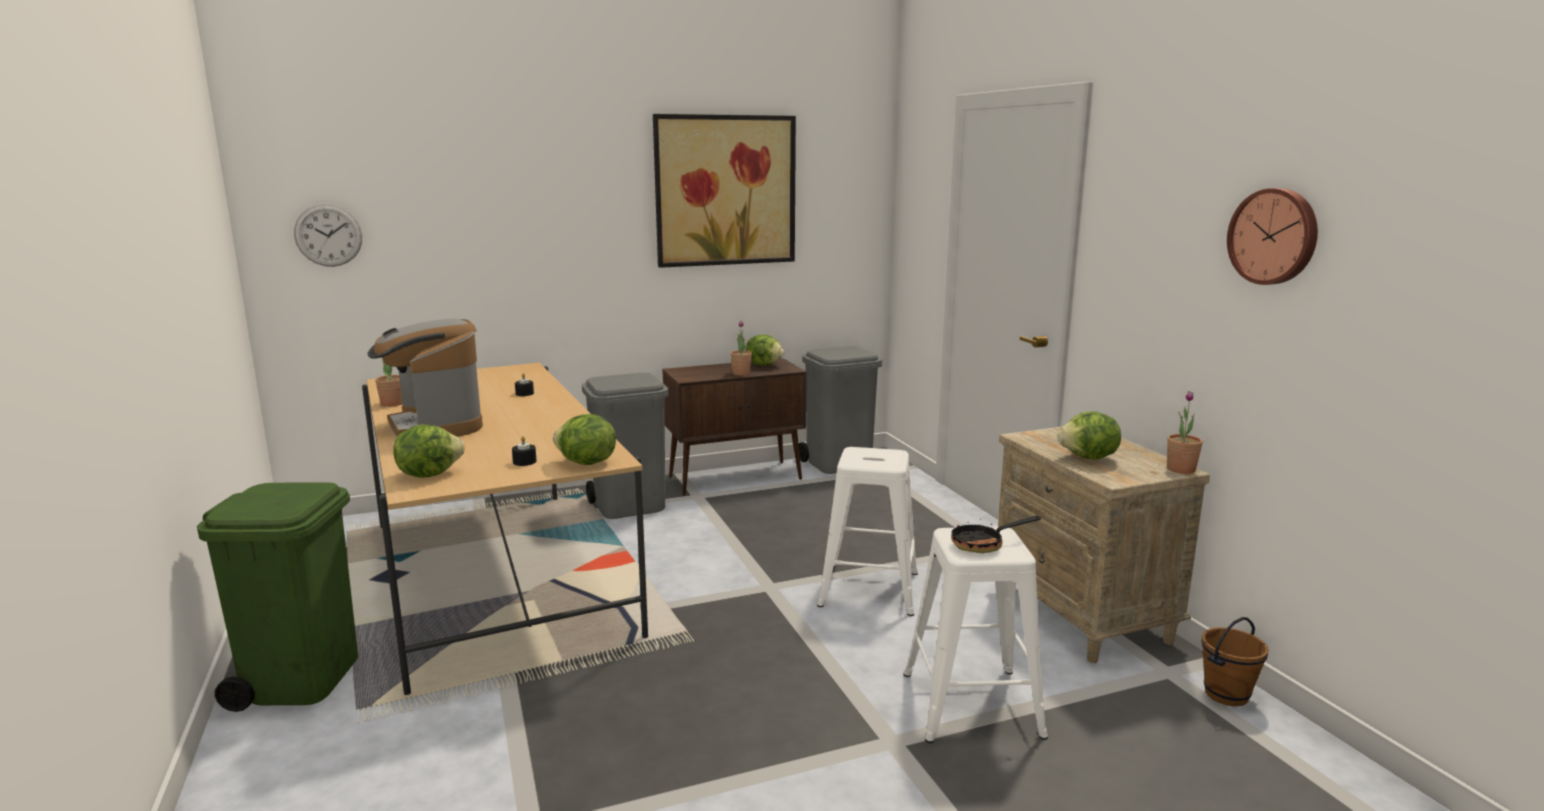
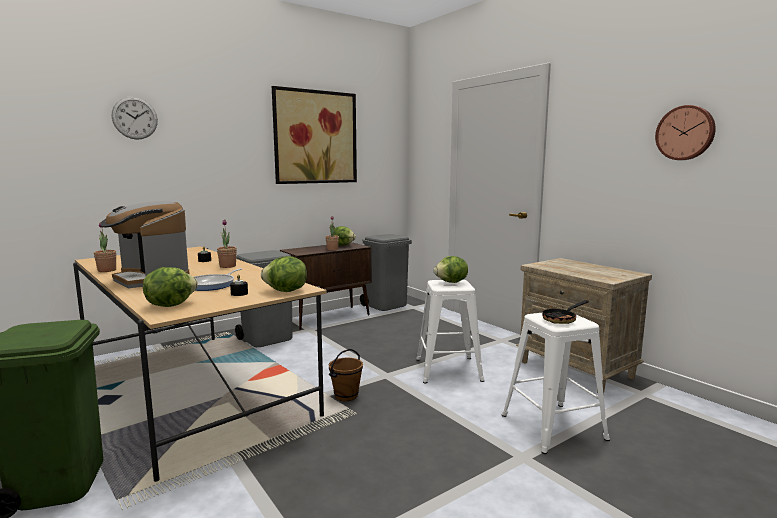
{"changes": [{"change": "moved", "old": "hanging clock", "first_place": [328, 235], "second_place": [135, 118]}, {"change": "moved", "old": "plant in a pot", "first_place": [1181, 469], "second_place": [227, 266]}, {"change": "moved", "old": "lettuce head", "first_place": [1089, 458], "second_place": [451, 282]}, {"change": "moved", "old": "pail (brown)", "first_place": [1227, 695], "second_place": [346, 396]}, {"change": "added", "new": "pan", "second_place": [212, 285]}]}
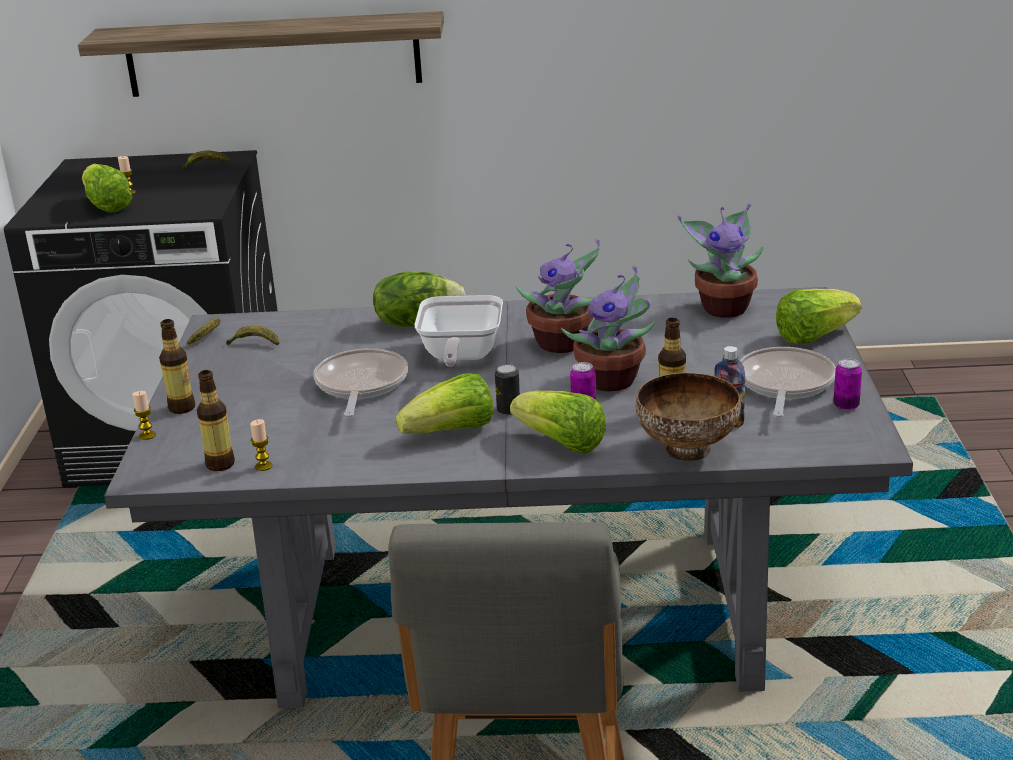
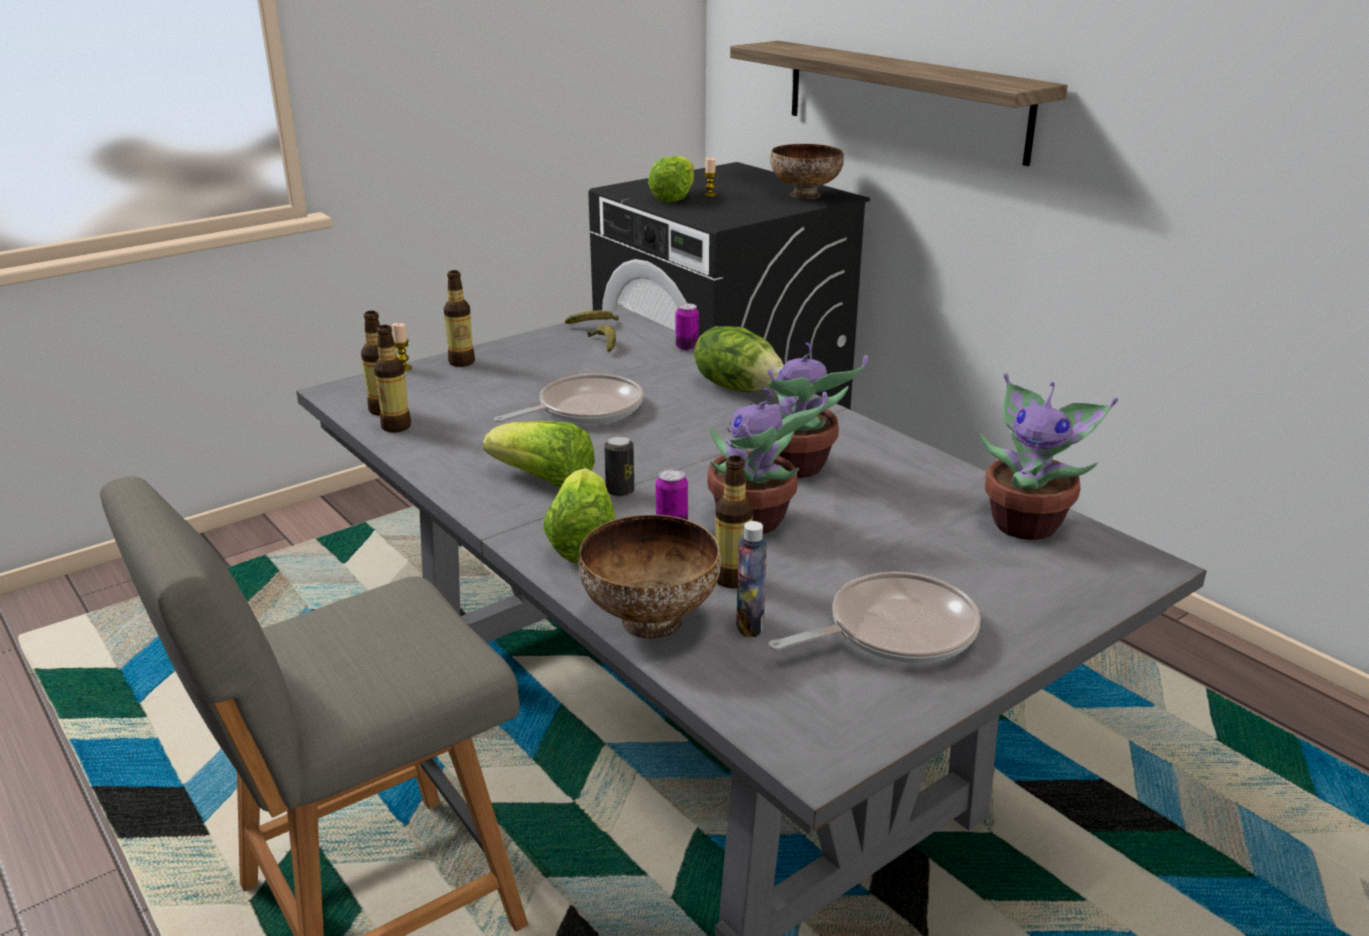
{"changes": [{"change": "replaced", "old": "whole banana", "new": "bowl", "first_place": [205, 166], "second_place": [804, 195]}, {"change": "removed", "old": "lettuce head", "first_place": [813, 336]}, {"change": "removed", "old": "pan", "first_place": [460, 357]}, {"change": "moved", "old": "metal can", "first_place": [846, 406], "second_place": [687, 347]}, {"change": "replaced", "old": "wax candle", "new": "bottle", "first_place": [263, 466], "second_place": [396, 426]}]}
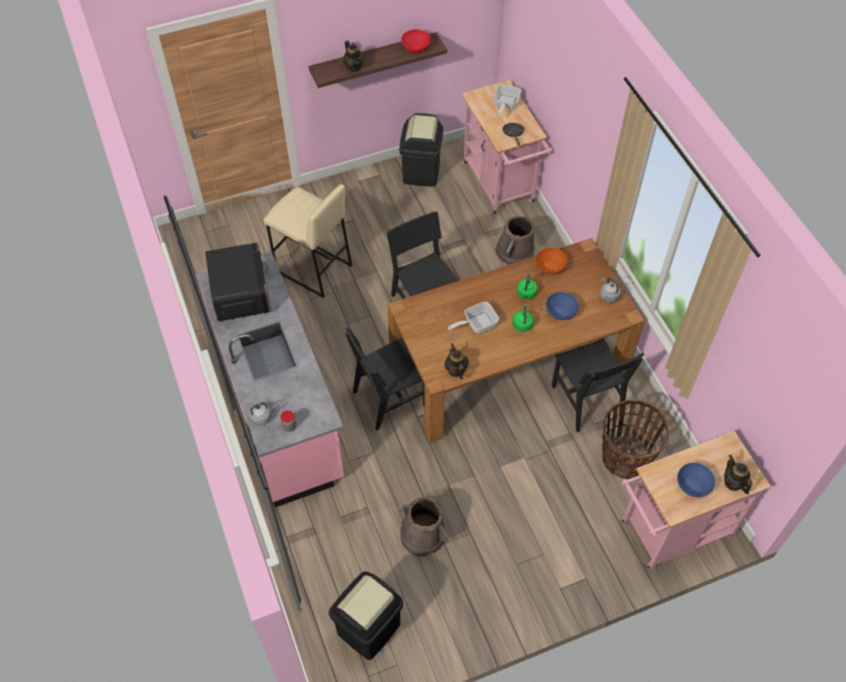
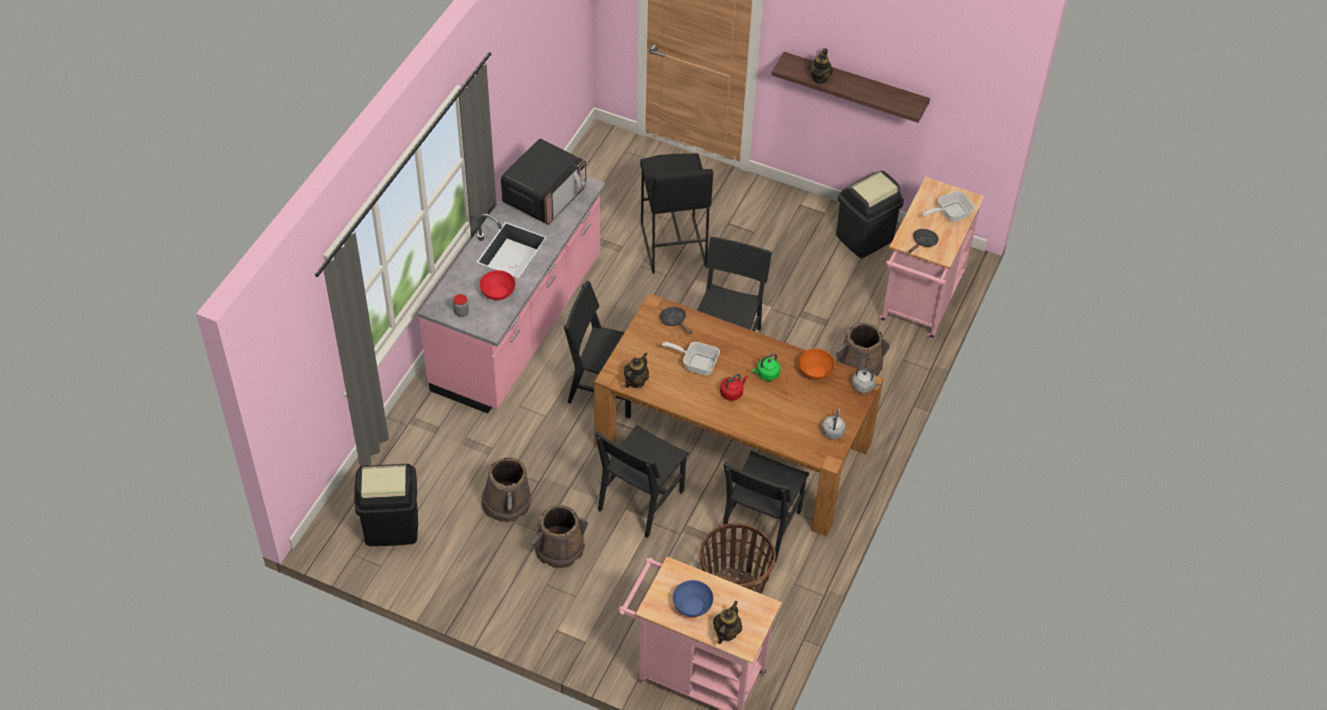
{"changes": [{"change": "moved", "old": "bowl (reddish)", "first_place": [415, 48], "second_place": [498, 292]}, {"change": "recoloured", "old": "sitting stool (beige)", "new": "sitting stool (blackish)", "first_place": [313, 269], "second_place": [672, 245]}, {"change": "removed", "old": "bowl (blue-coloured)", "first_place": [561, 312]}, {"change": "recoloured", "old": "kettle (greenish)", "new": "kettle (reddish)", "first_place": [522, 324], "second_place": [732, 393]}, {"change": "moved", "old": "kettle (greyish)", "first_place": [262, 417], "second_place": [864, 386]}, {"change": "added", "new": "pan (blackish)", "second_place": [674, 321]}, {"change": "added", "new": "upright chair (blackish)", "second_place": [641, 500]}, {"change": "added", "new": "pail (brown)", "second_place": [559, 548]}]}
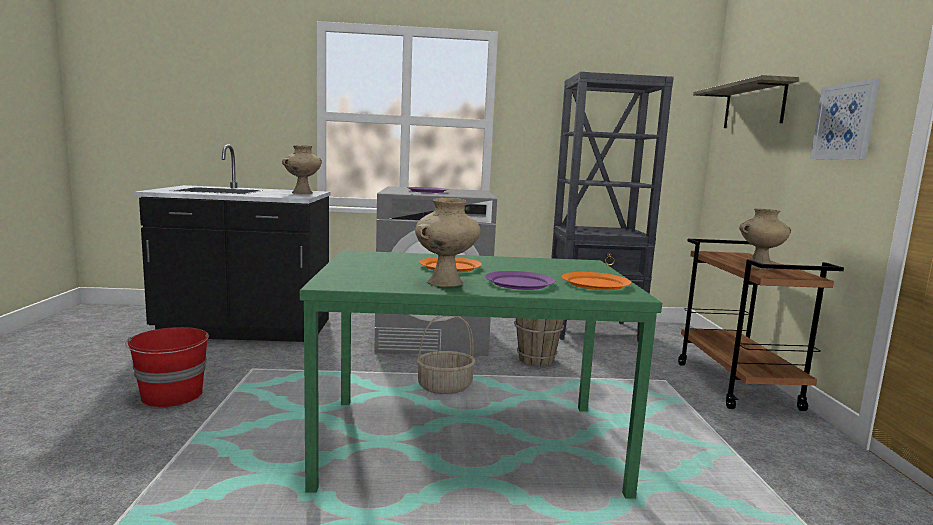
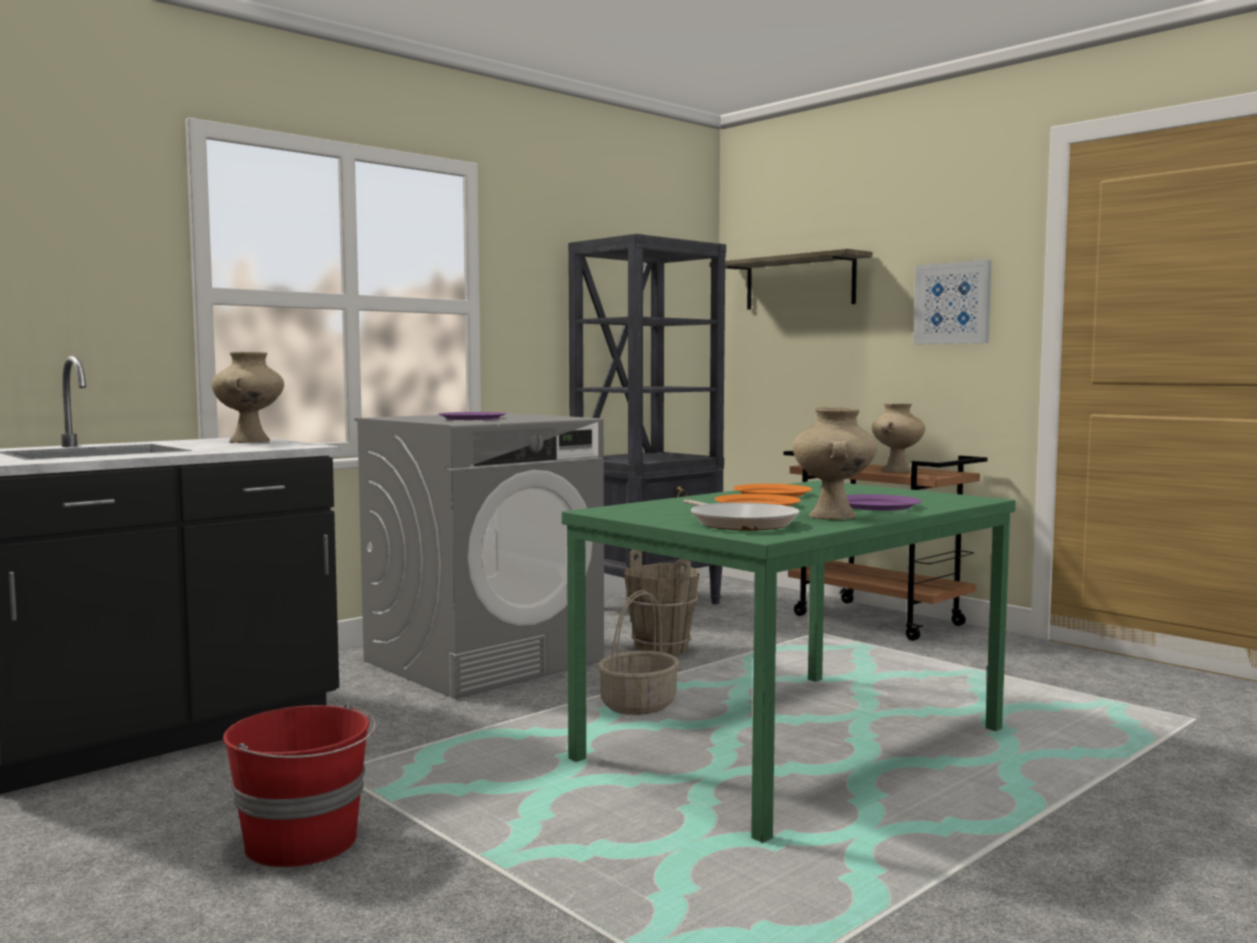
{"changes": [{"change": "moved", "old": "plate (orange)", "first_place": [596, 284], "second_place": [772, 494]}, {"change": "added", "new": "pan", "second_place": [740, 523]}]}
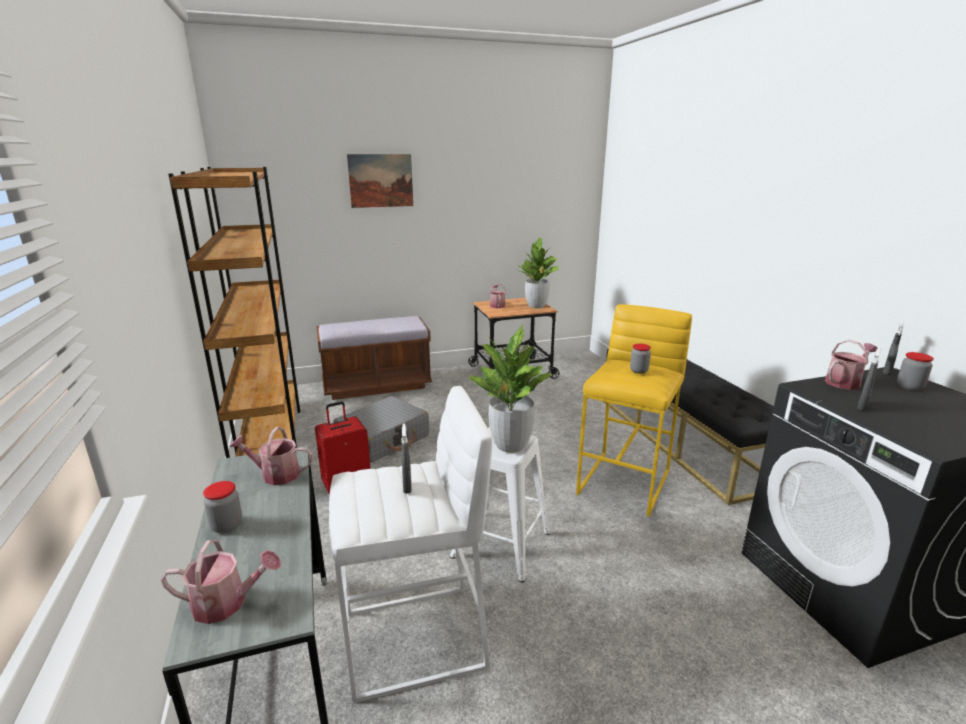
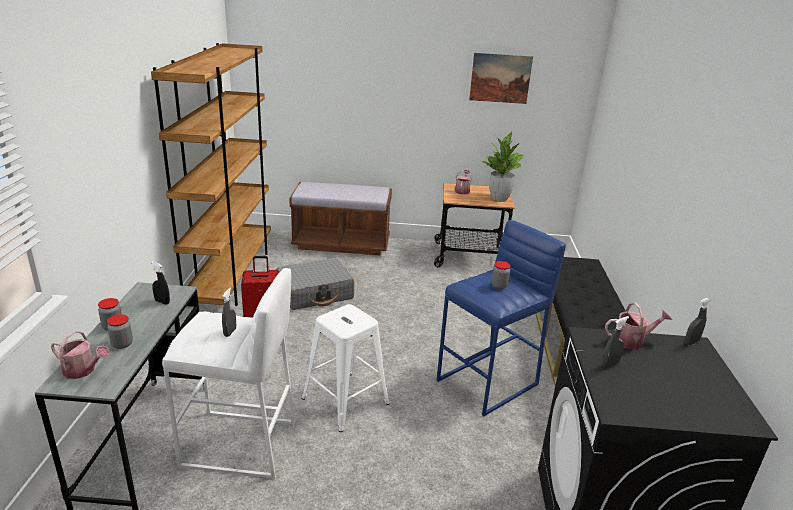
{"changes": [{"change": "moved", "old": "picture", "first_place": [381, 180], "second_place": [500, 78]}, {"change": "recoloured", "old": "sitting stool (yellow)", "new": "sitting stool (blue-coloured)", "first_place": [625, 482], "second_place": [489, 382]}, {"change": "removed", "old": "plant in a pot", "first_place": [510, 445]}, {"change": "moved", "old": "preserve jar", "first_place": [909, 387], "second_place": [122, 344]}, {"change": "replaced", "old": "watering pot", "new": "hand sprayer (blackish)", "first_place": [276, 474], "second_place": [162, 302]}]}
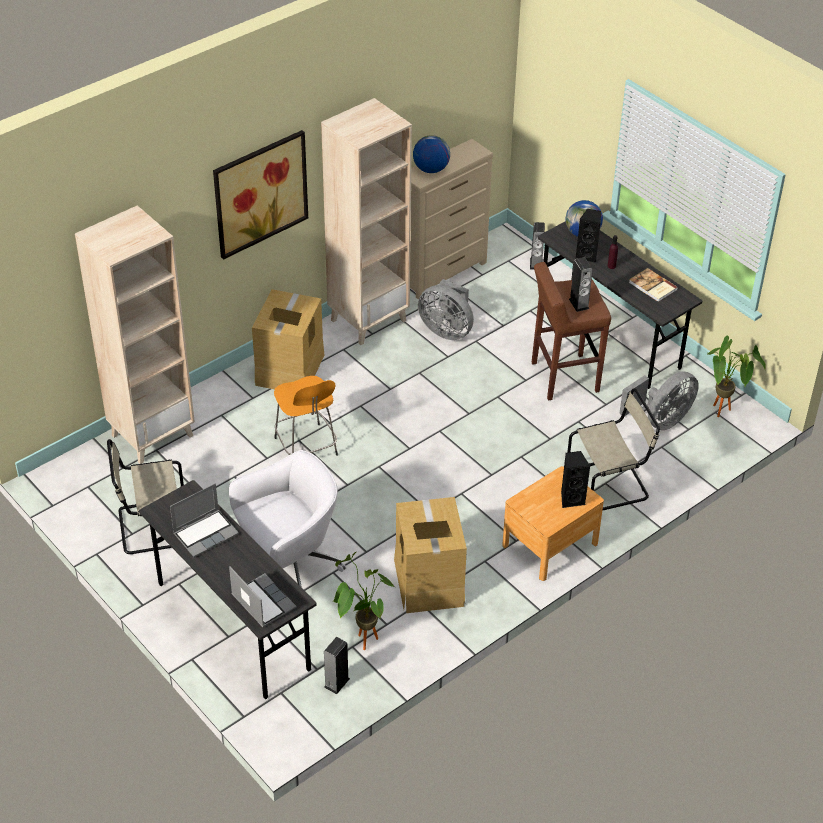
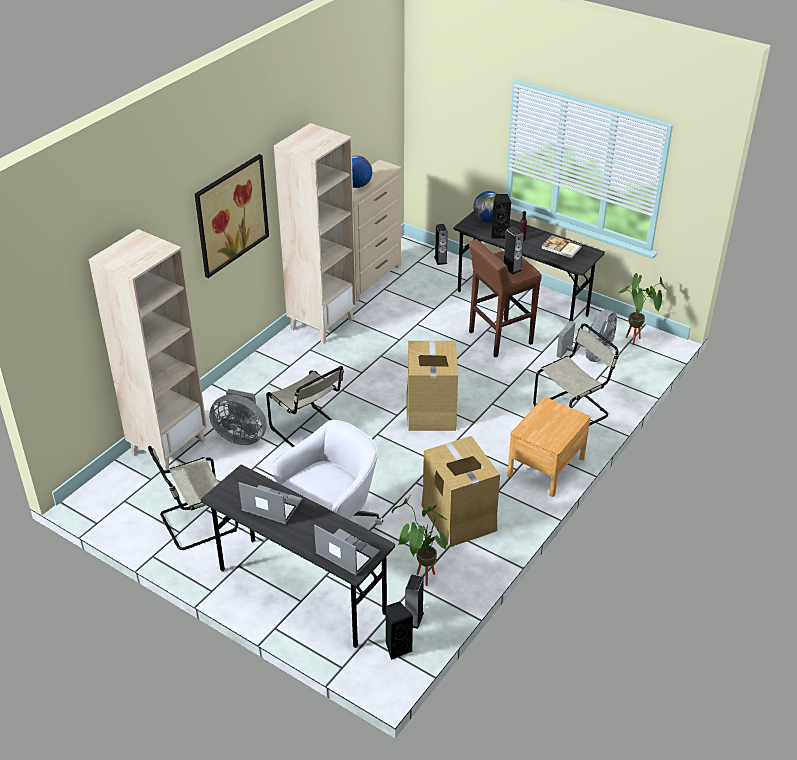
{"changes": [{"change": "moved", "old": "cooling fan (greyish)", "first_place": [447, 330], "second_place": [241, 436]}, {"change": "moved", "old": "packing box", "first_place": [289, 369], "second_place": [430, 411]}, {"change": "replaced", "old": "sitting stool (orange)", "new": "upright chair (beige)", "first_place": [306, 448], "second_place": [309, 431]}, {"change": "moved", "old": "speaker (blackish)", "first_place": [571, 499], "second_place": [397, 647]}, {"change": "turned", "old": "portable computer", "first_place": [206, 533], "second_place": [271, 506], "degrees": -105}]}
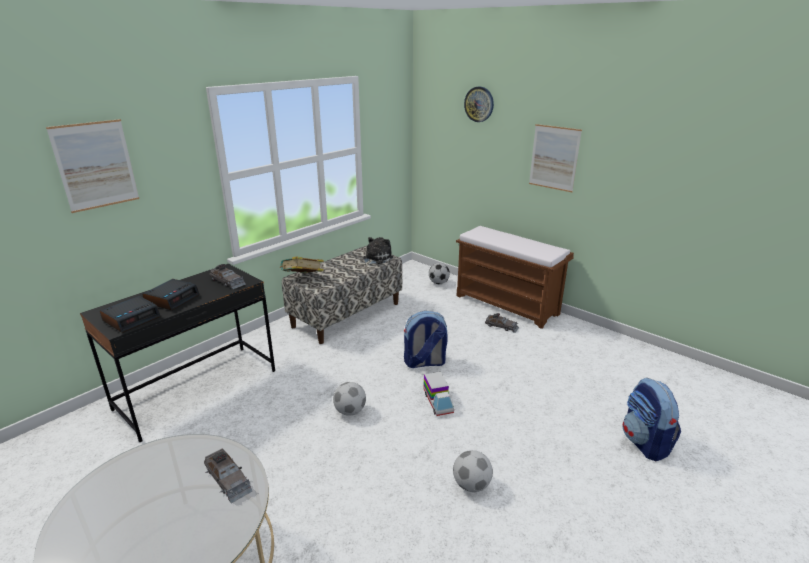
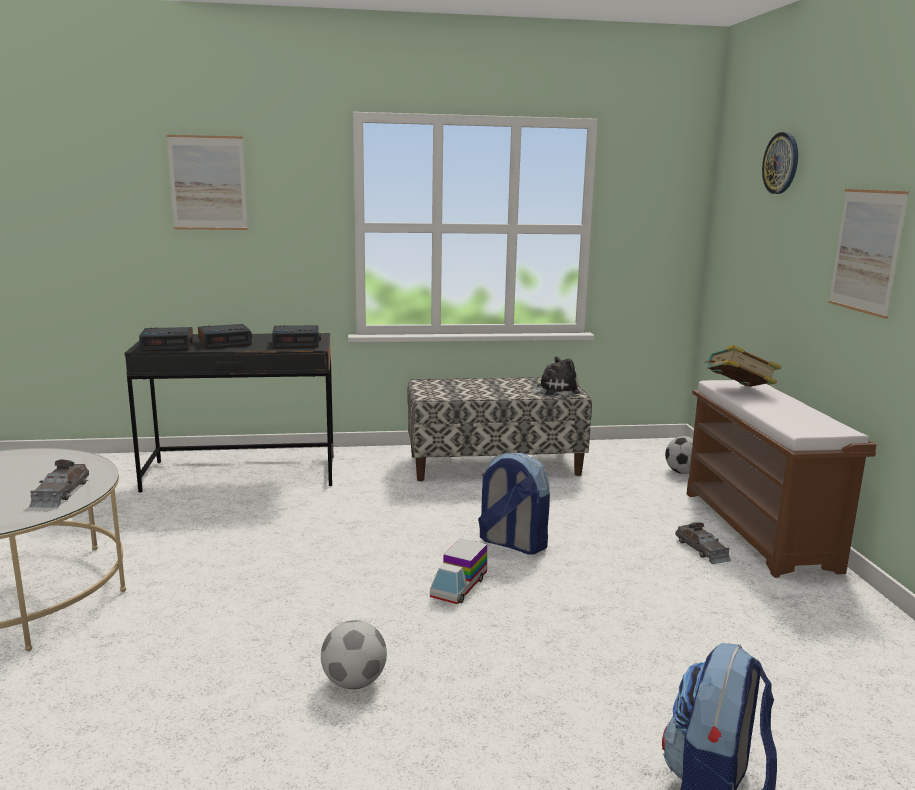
{"changes": [{"change": "moved", "old": "bound book", "first_place": [302, 278], "second_place": [738, 390]}, {"change": "replaced", "old": "miniature car (greyish)", "new": "alarm clock", "first_place": [227, 281], "second_place": [297, 343]}, {"change": "removed", "old": "football", "first_place": [350, 411]}]}
